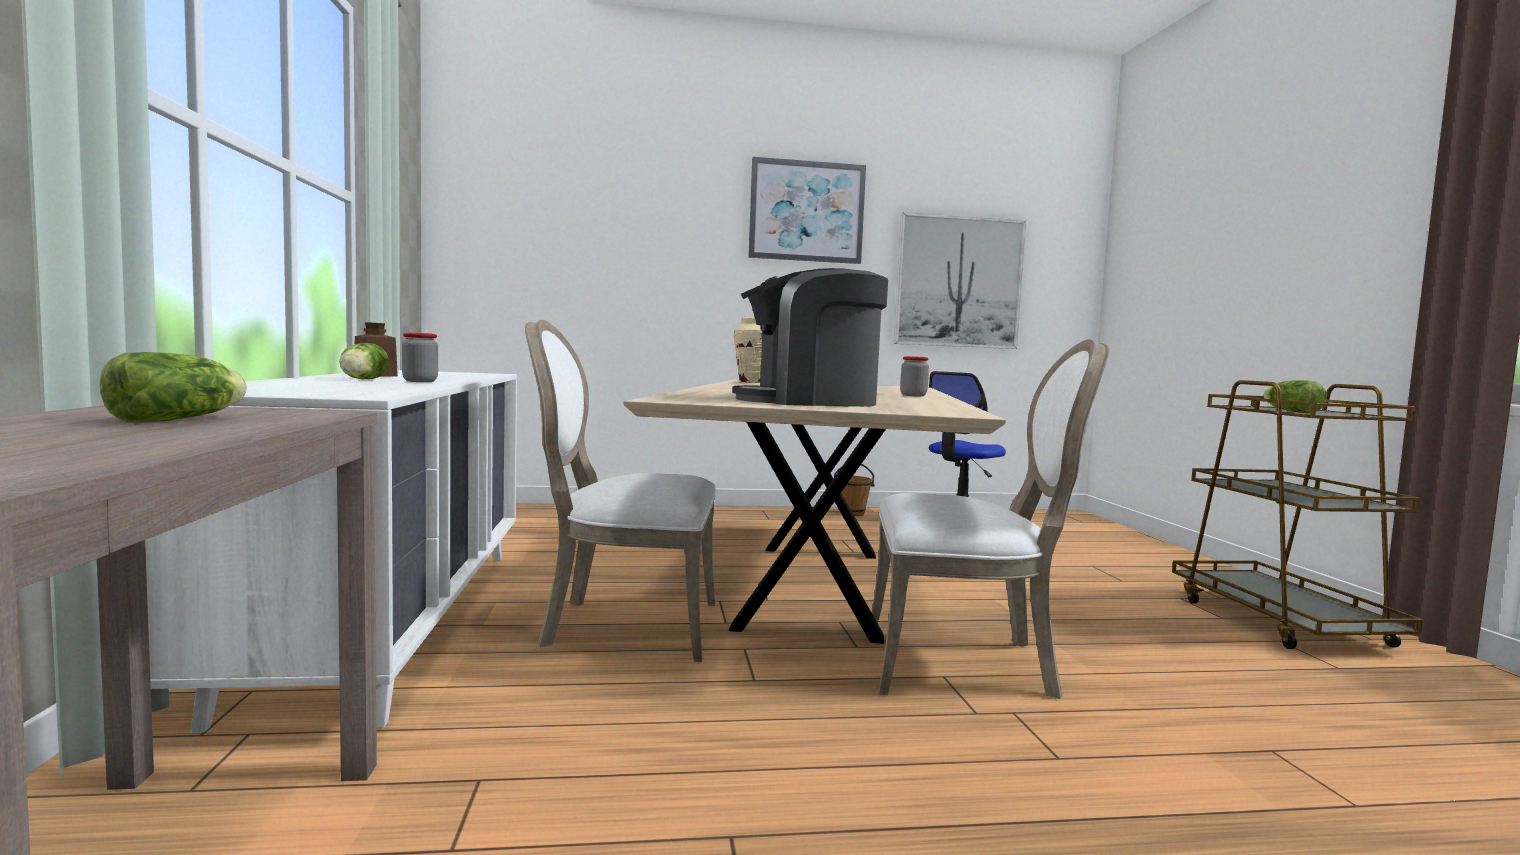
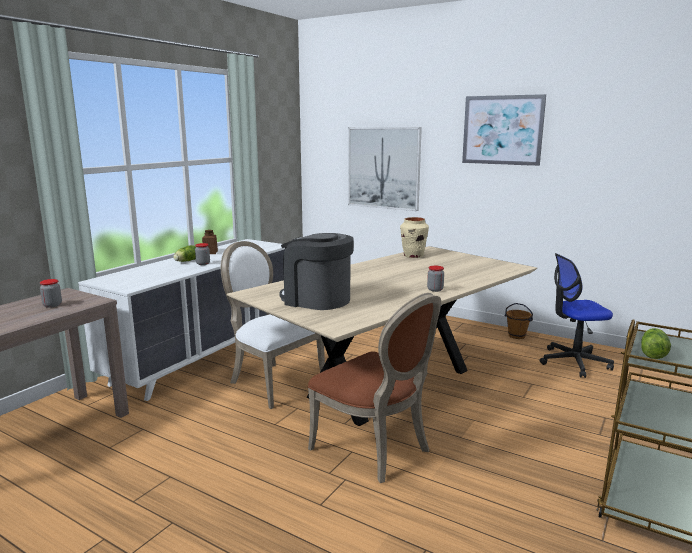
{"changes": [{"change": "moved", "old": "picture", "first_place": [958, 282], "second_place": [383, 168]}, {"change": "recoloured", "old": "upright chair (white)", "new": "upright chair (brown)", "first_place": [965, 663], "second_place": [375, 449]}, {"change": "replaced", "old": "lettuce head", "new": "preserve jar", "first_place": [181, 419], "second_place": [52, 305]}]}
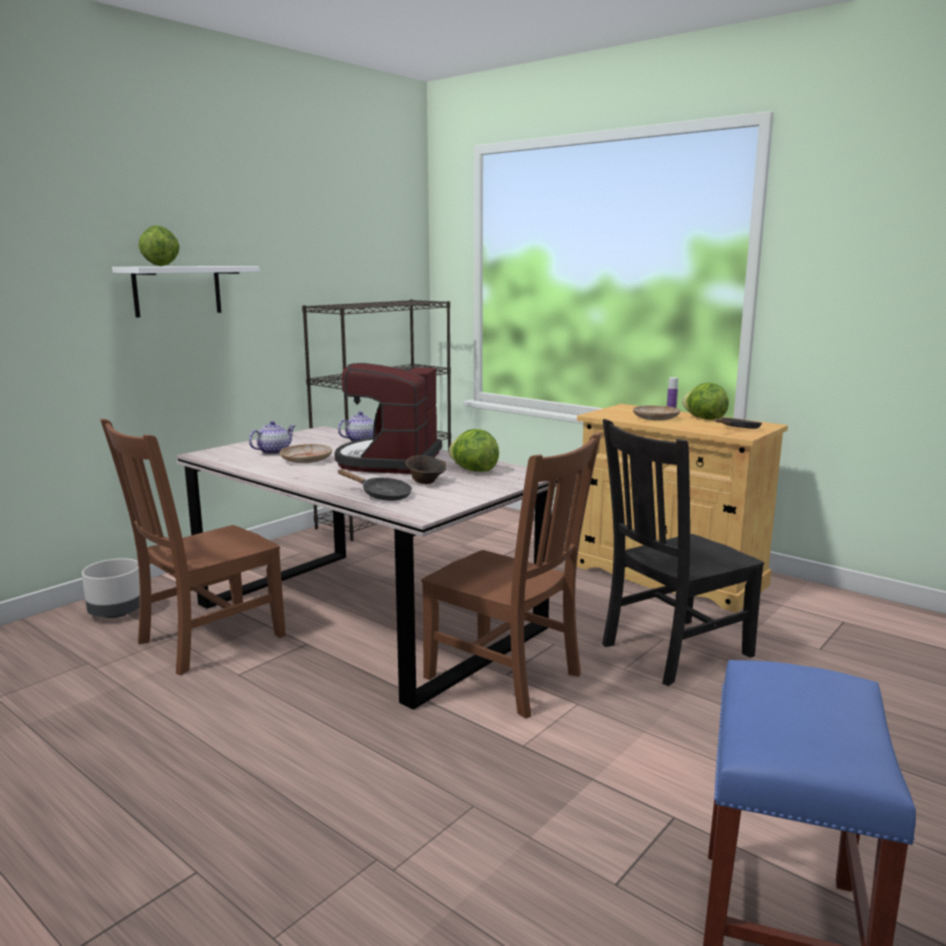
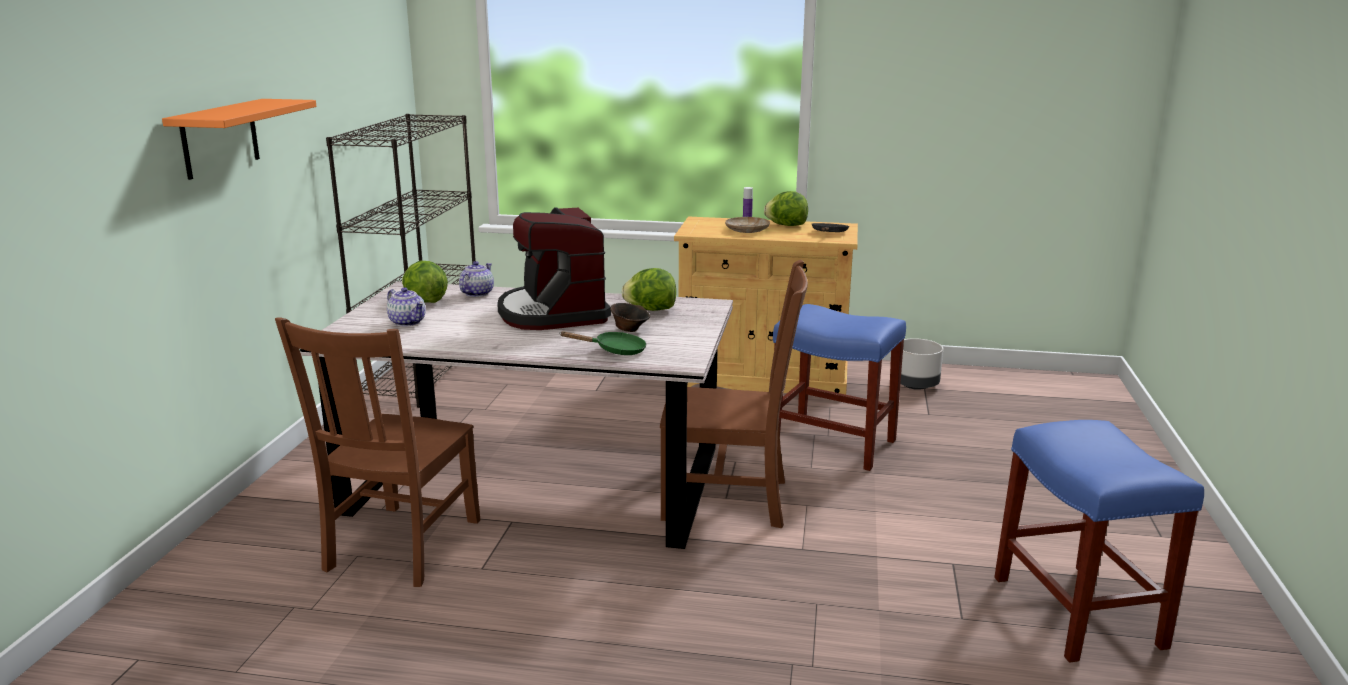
{"changes": [{"change": "moved", "old": "lettuce head", "first_place": [161, 266], "second_place": [425, 301]}, {"change": "recoloured", "old": "wall shelf (white)", "new": "wall shelf (orange)", "first_place": [177, 290], "second_place": [220, 138]}, {"change": "replaced", "old": "upright chair (blackish)", "new": "sitting stool (blue-coloured)", "first_place": [672, 651], "second_place": [831, 443]}, {"change": "turned", "old": "pot for tea", "first_place": [274, 452], "second_place": [408, 322], "degrees": 120}, {"change": "removed", "old": "plate (beige)", "first_place": [306, 460]}, {"change": "recoloured", "old": "pan (blackish)", "new": "pan (greenish)", "first_place": [382, 495], "second_place": [615, 350]}, {"change": "moved", "old": "flower pot (greyish)", "first_place": [117, 613], "second_place": [916, 385]}]}
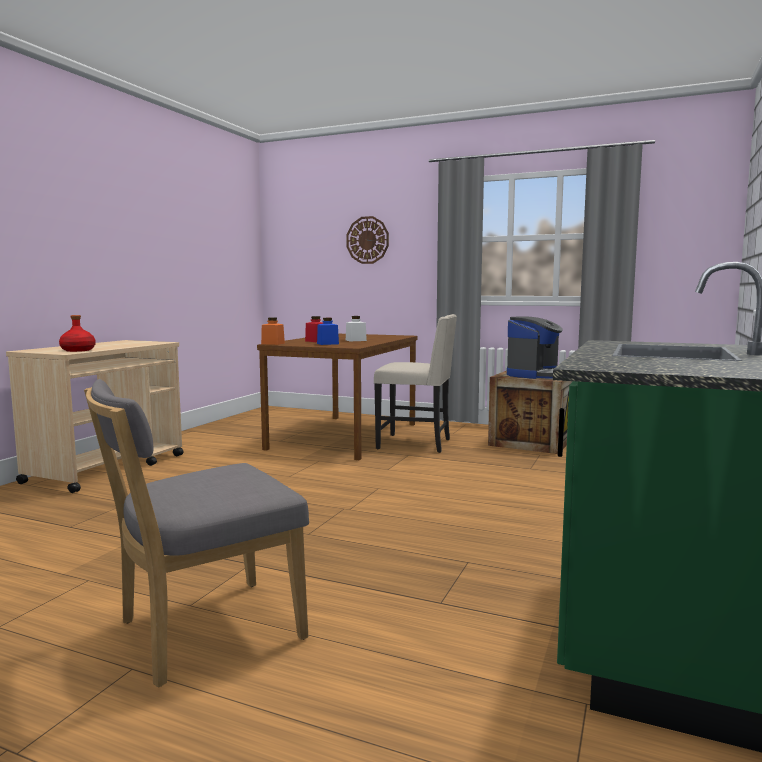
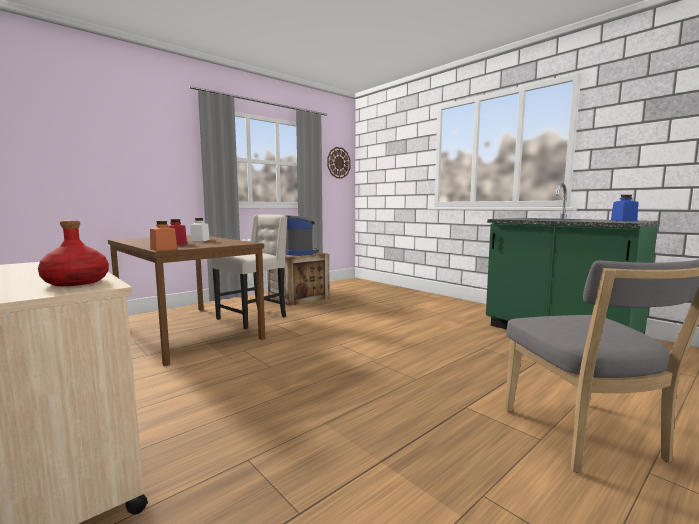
{"changes": [{"change": "moved", "old": "hanging clock", "first_place": [367, 240], "second_place": [338, 163]}, {"change": "moved", "old": "preserve jar (blue-coloured)", "first_place": [327, 344], "second_place": [623, 220]}]}
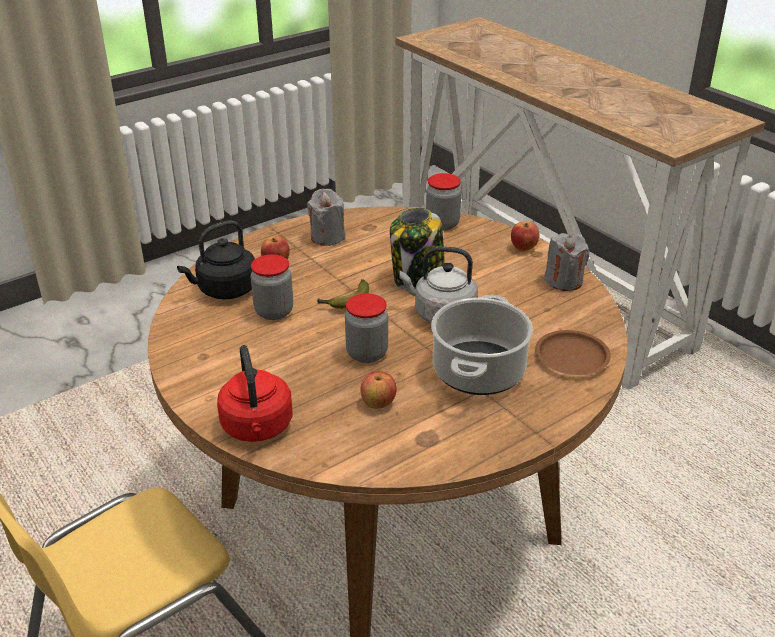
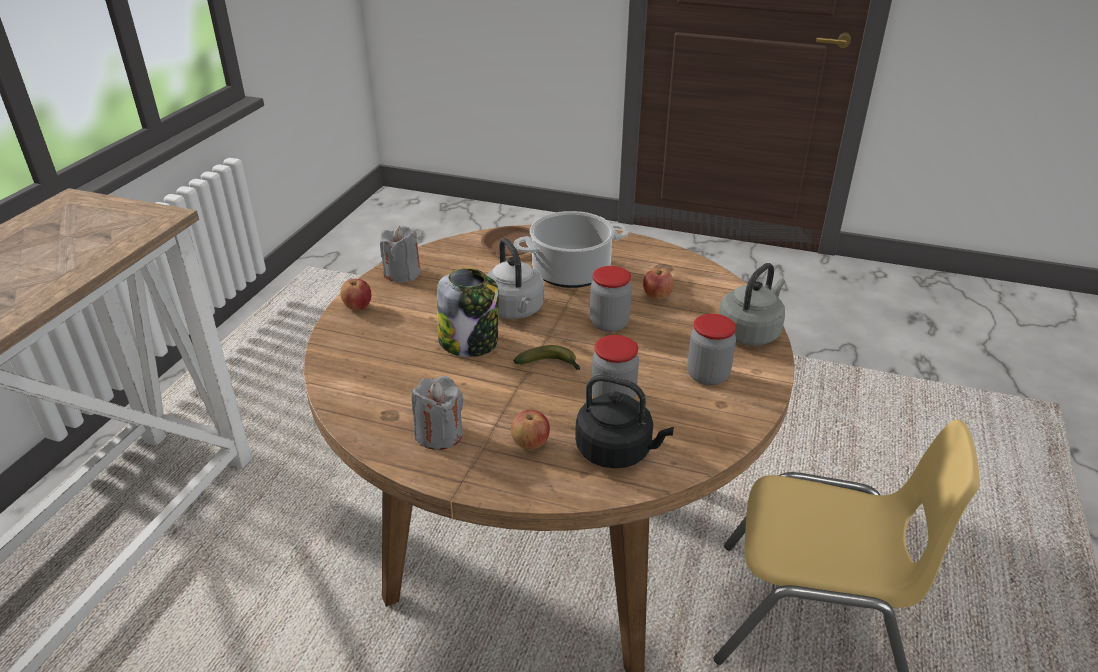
{"changes": [{"change": "moved", "old": "preserve jar", "first_place": [442, 224], "second_place": [707, 375]}, {"change": "recoloured", "old": "kettle (reddish)", "new": "kettle (greyish)", "first_place": [257, 428], "second_place": [750, 332]}]}
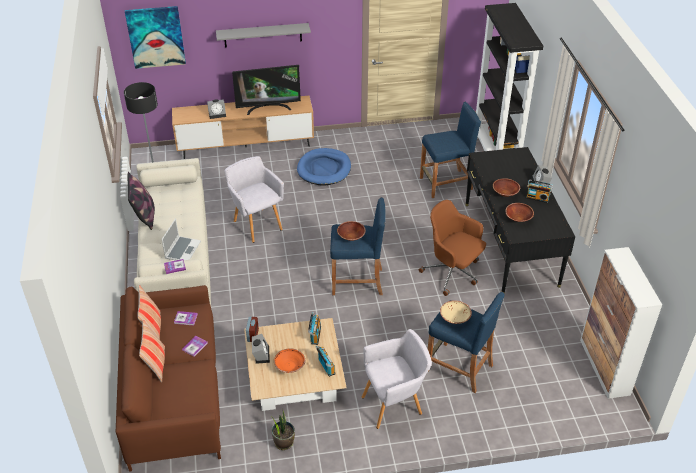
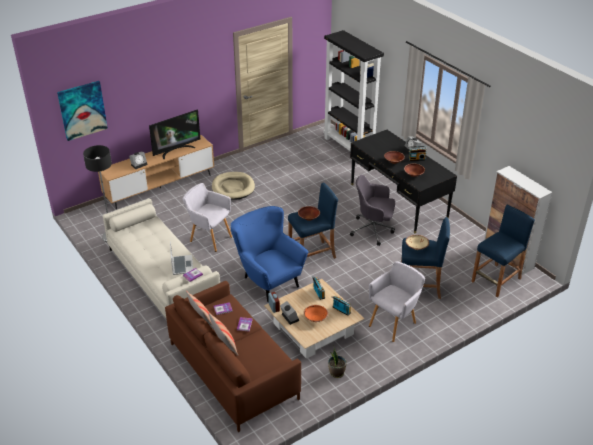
{"changes": [{"change": "removed", "old": "wall shelf (greyish)", "first_place": [263, 35]}, {"change": "moved", "old": "sitting stool (blue-coloured)", "first_place": [446, 184], "second_place": [496, 280]}, {"change": "recoloured", "old": "dog bed (blue-coloured)", "new": "dog bed (beige)", "first_place": [324, 169], "second_place": [233, 187]}, {"change": "removed", "old": "pillow", "first_place": [144, 216]}, {"change": "recoloured", "old": "office chair (brown)", "new": "office chair (greyish)", "first_place": [452, 273], "second_place": [373, 230]}, {"change": "added", "new": "lounge chair (blue-coloured)", "second_place": [268, 280]}]}
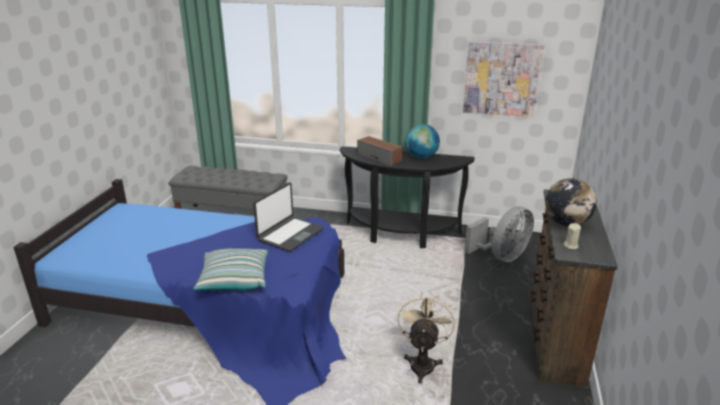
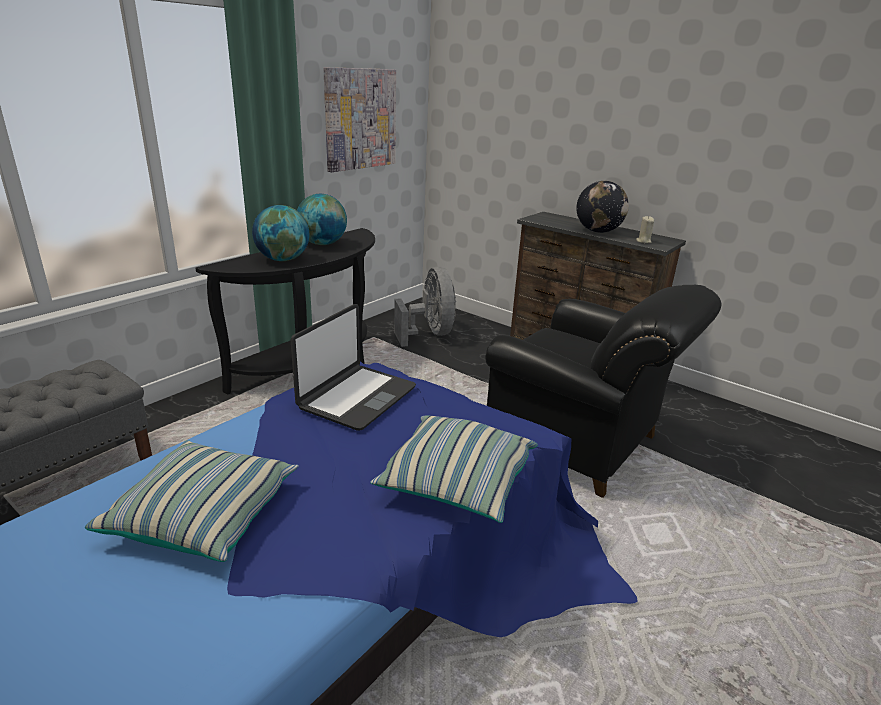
{"changes": [{"change": "replaced", "old": "speaker", "new": "desk globe", "first_place": [379, 157], "second_place": [283, 260]}, {"change": "turned", "old": "portable computer", "first_place": [290, 234], "second_place": [356, 397], "degrees": 60}, {"change": "replaced", "old": "cooling fan (beige)", "new": "lounge chair (blackish)", "first_place": [423, 363], "second_place": [580, 444]}, {"change": "added", "new": "pillow", "second_place": [204, 515]}]}
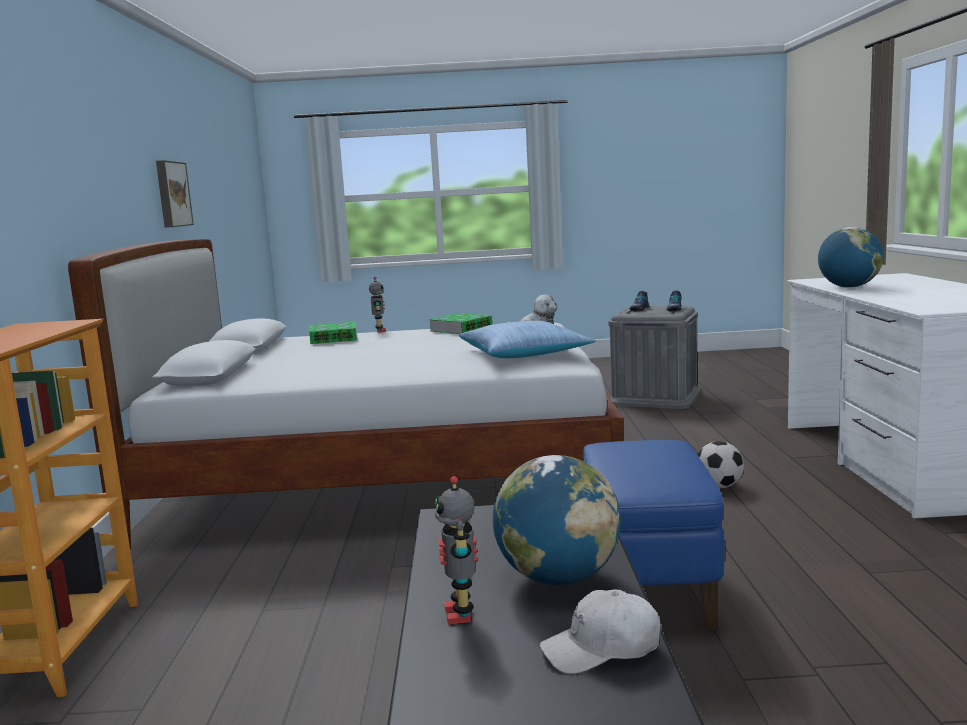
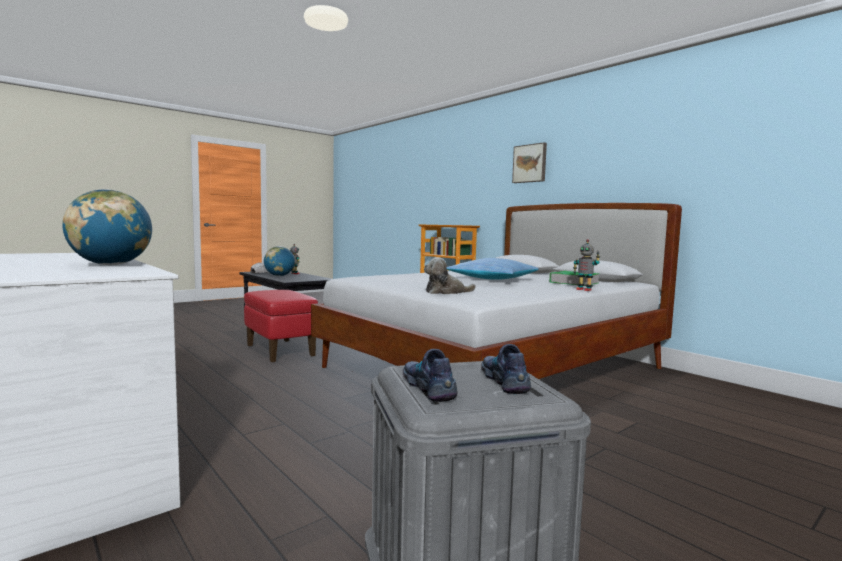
{"changes": [{"change": "moved", "old": "picture", "first_place": [171, 194], "second_place": [530, 163]}, {"change": "removed", "old": "bound book", "first_place": [461, 329]}, {"change": "moved", "old": "pillow", "first_place": [525, 354], "second_place": [492, 279]}, {"change": "recoloured", "old": "footrest (blue-coloured)", "new": "footrest (reddish)", "first_place": [648, 590], "second_place": [280, 350]}, {"change": "removed", "old": "football", "first_place": [719, 486]}]}
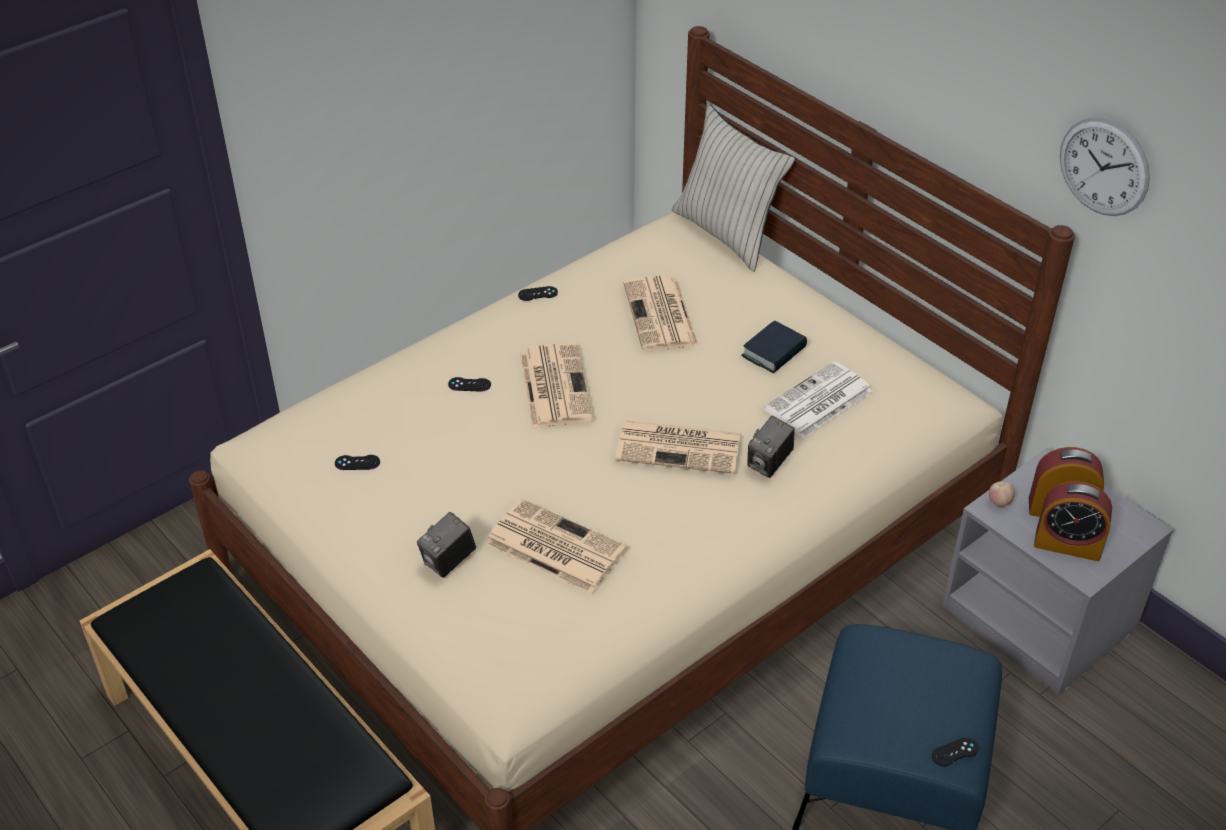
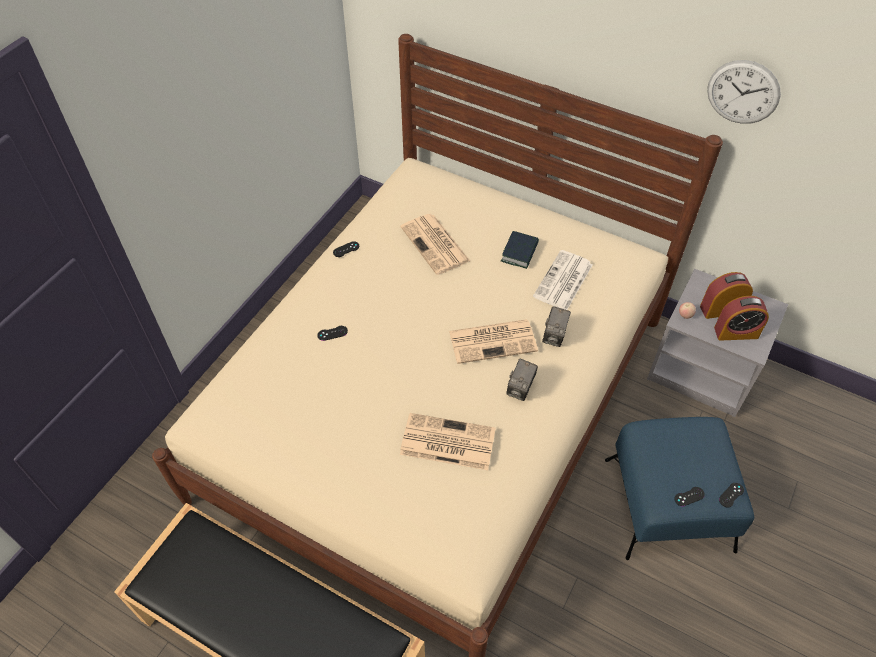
{"changes": [{"change": "removed", "old": "pillow (beige)", "first_place": [727, 233]}, {"change": "removed", "old": "newspaper", "first_place": [554, 385]}, {"change": "moved", "old": "joypad (blackish)", "first_place": [357, 463], "second_place": [689, 496]}, {"change": "moved", "old": "photo camera", "first_place": [448, 561], "second_place": [520, 389]}]}
